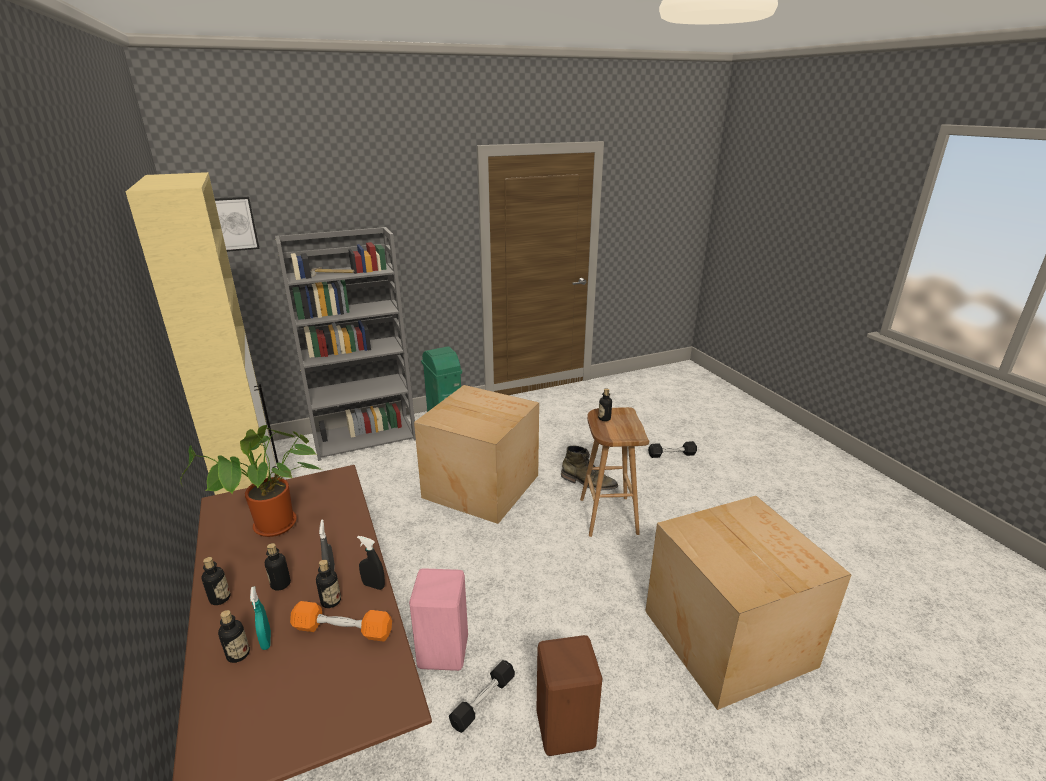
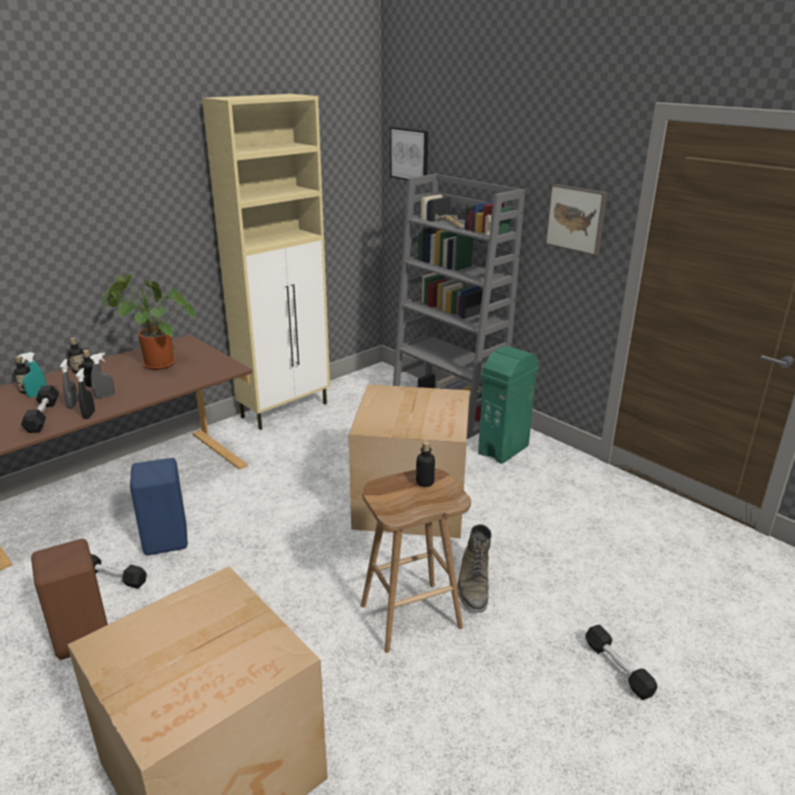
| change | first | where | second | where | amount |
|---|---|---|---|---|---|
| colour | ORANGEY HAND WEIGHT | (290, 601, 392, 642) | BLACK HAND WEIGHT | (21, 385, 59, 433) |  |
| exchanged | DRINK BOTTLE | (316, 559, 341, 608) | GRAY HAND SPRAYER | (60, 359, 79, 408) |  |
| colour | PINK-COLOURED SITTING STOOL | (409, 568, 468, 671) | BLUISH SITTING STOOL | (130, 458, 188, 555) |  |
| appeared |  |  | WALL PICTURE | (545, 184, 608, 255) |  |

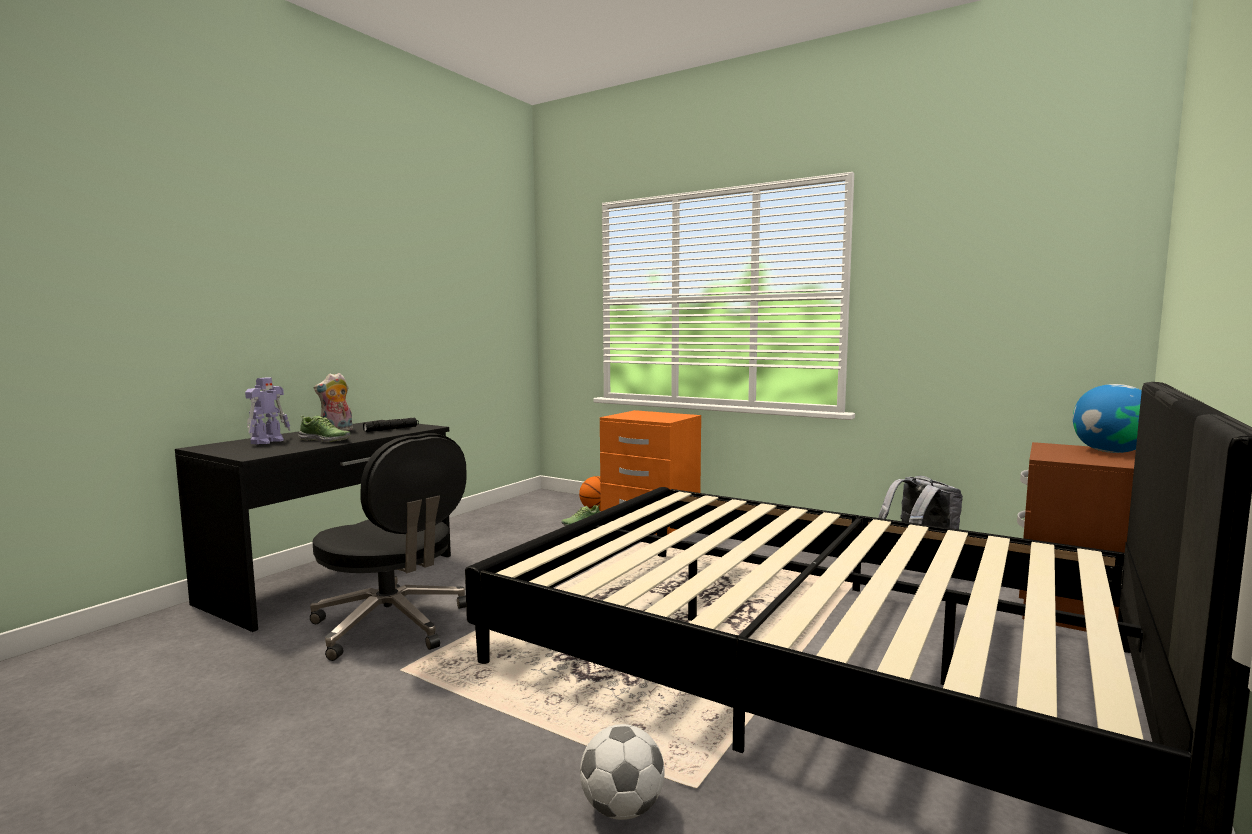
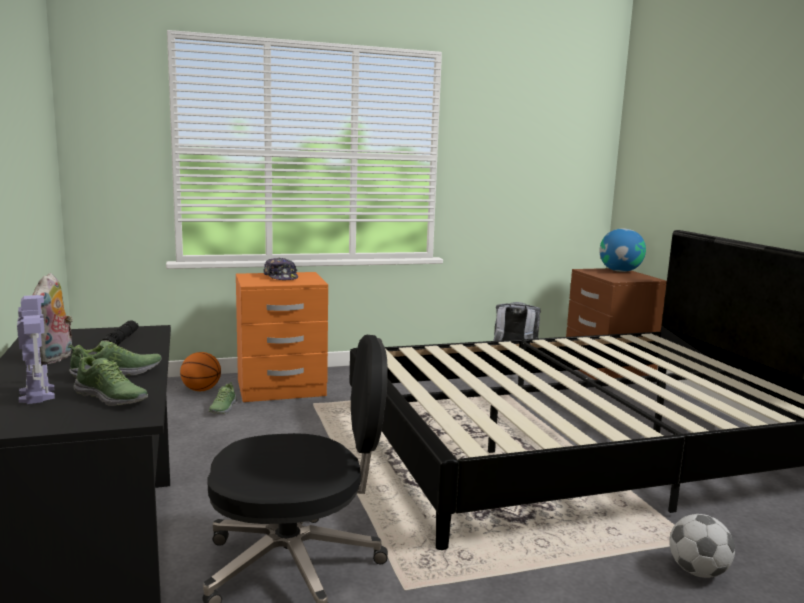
| change | first | where | second | where | amount |
|---|---|---|---|---|---|
| appeared |  |  | ITEM OF FOOTWEAR | (74, 353, 148, 406) |  |
| appeared |  |  | CAP | (263, 258, 298, 280) |  |

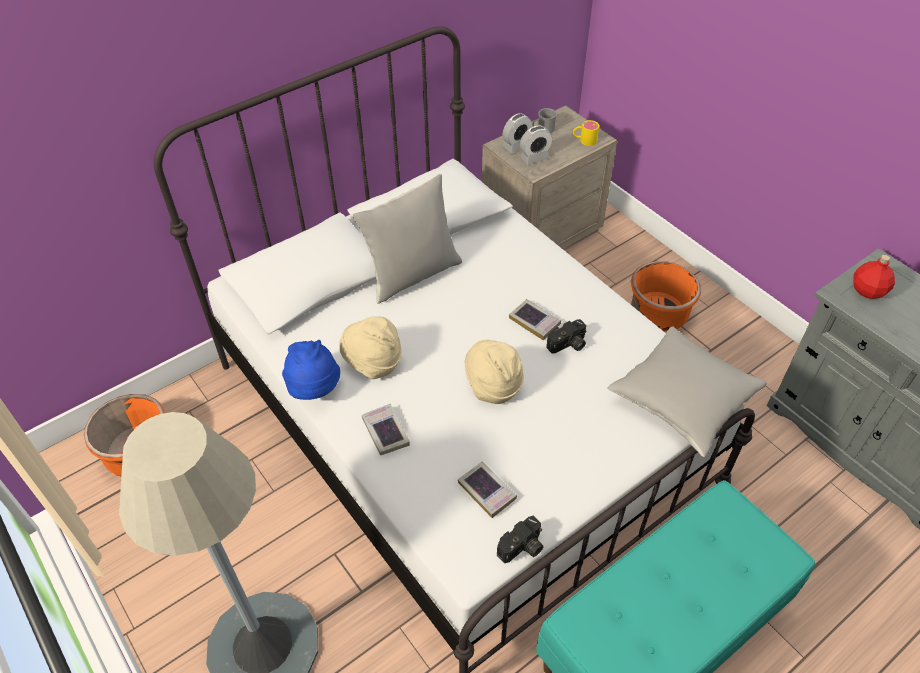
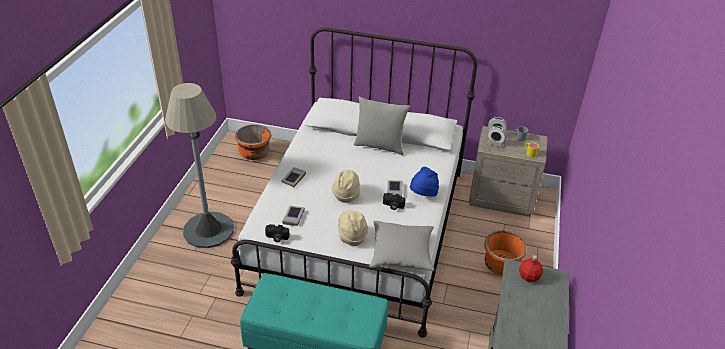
| change | first | where | second | where | amount |
|---|---|---|---|---|---|
| relocated | BEIGE-COLOURED CLOTHING HAT | (339, 316, 402, 379) |  | (338, 211, 368, 246) |  |
| relocated | BLUISH CLOTHING HAT | (282, 340, 340, 400) |  | (410, 167, 439, 197) |  |

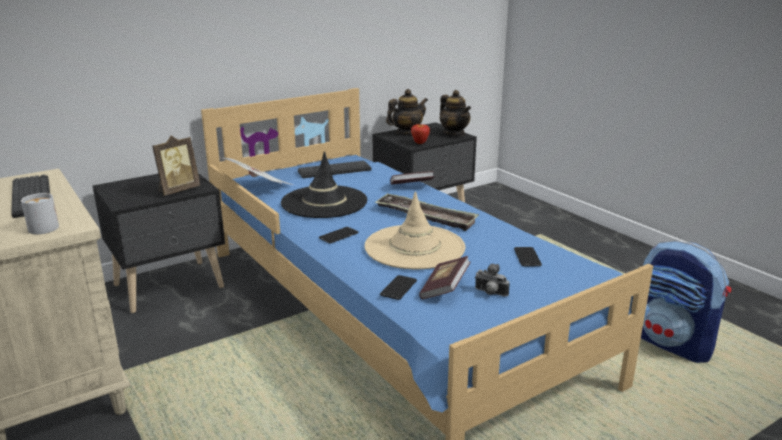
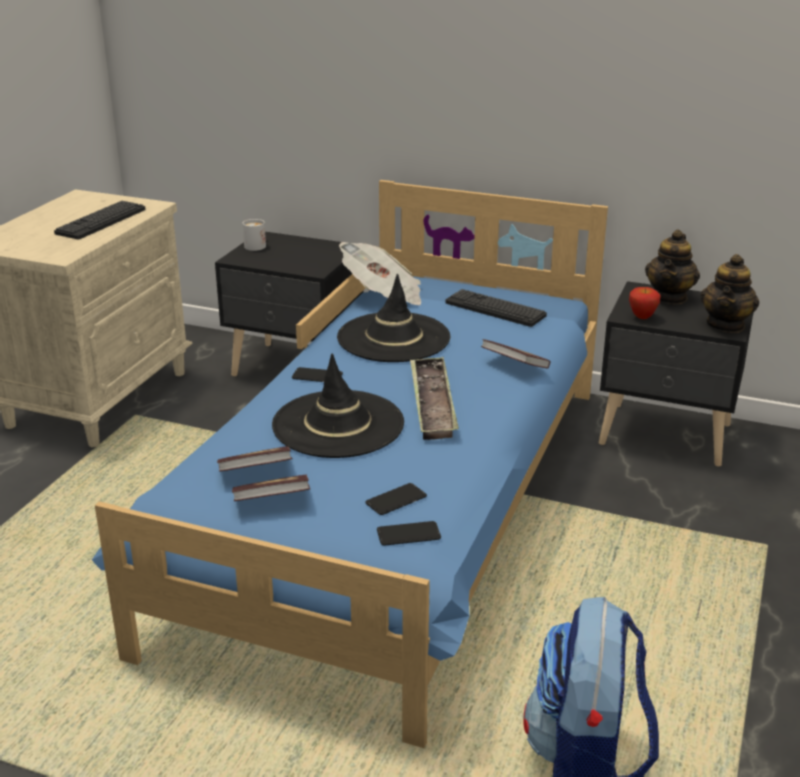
| change | first | where | second | where | amount |
|---|---|---|---|---|---|
| exchanged | PHOTO CAMERA | (475, 264, 510, 297) | BOOK | (232, 475, 310, 501) |  |
| relocated | WHITISH COFFEE MUG | (21, 193, 59, 234) |  | (243, 219, 266, 251) |  |
| colour | BEIGE-COLOURED CLOTHING HAT | (364, 191, 465, 270) | BLACK CLOTHING HAT | (272, 354, 404, 458) |  |
| relocated | PHONE | (380, 275, 417, 300) |  | (377, 521, 441, 546) |  |
| spun | TEAPOT | (386, 89, 428, 135) |  | (645, 229, 700, 304) | 90 degrees clockwise |
| missing | PHOTO FRAME | (152, 136, 200, 196) |  |  |  |

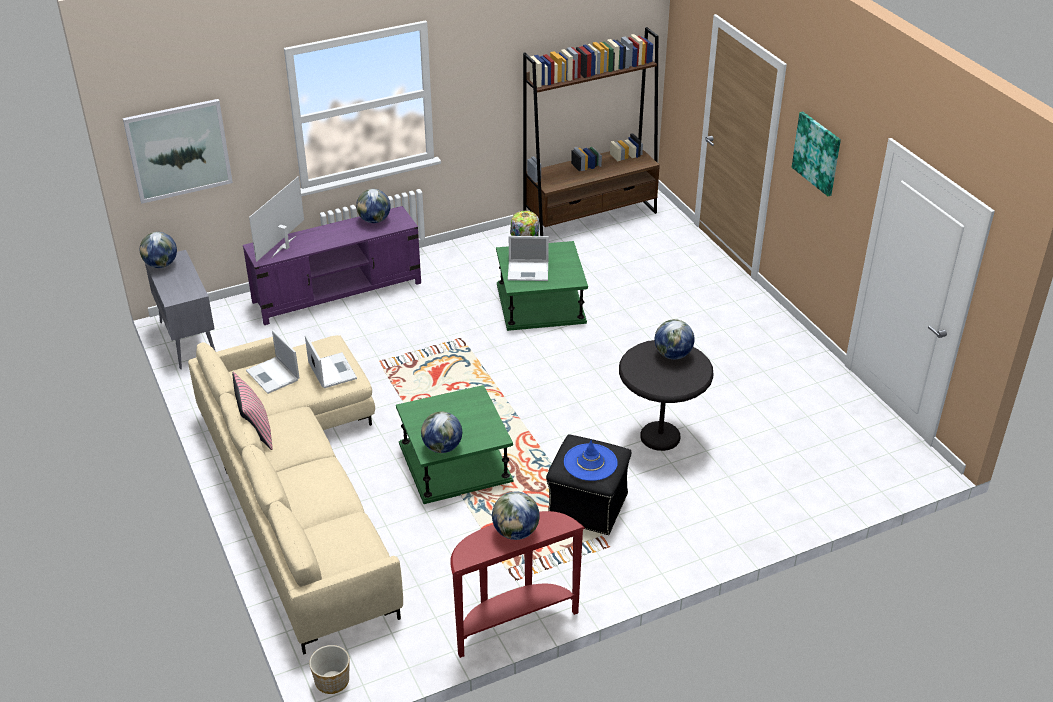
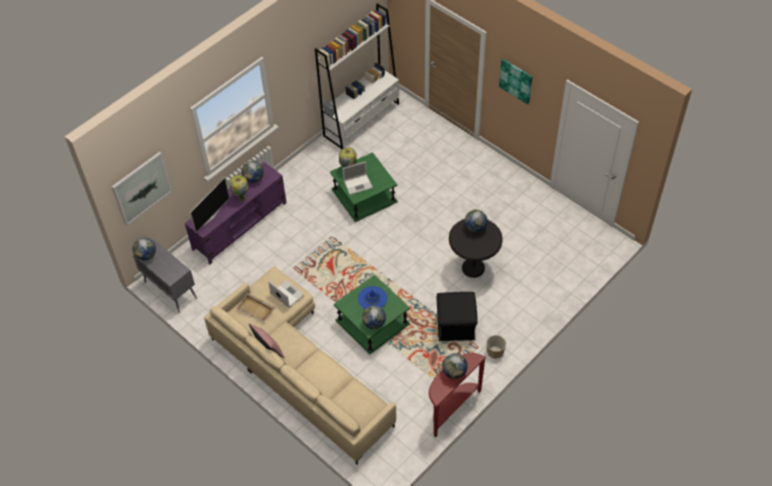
| change | first | where | second | where | amount |
|---|---|---|---|---|---|
| spun | TELEVISION | (249, 176, 304, 262) |  | (190, 177, 230, 233) | 150 degrees counterclockwise |
| appeared |  |  | TABLETOP LAMP | (230, 175, 249, 202) |  |
| exchanged | LAPTOP | (246, 330, 299, 394) | BEIGE-COLOURED CARRYING TRAY | (235, 293, 276, 323) |  |
| colour | BROWN-COLOURED BOOKSHELF | (523, 27, 660, 236) | WHITISH BOOKSHELF | (315, 3, 399, 149) |  |
| relocated | BLUISH CLOTHING HAT | (564, 440, 618, 481) |  | (358, 286, 387, 309) |  |
| relocated | FLOWER POT | (309, 645, 349, 694) |  | (486, 335, 506, 358) |  |

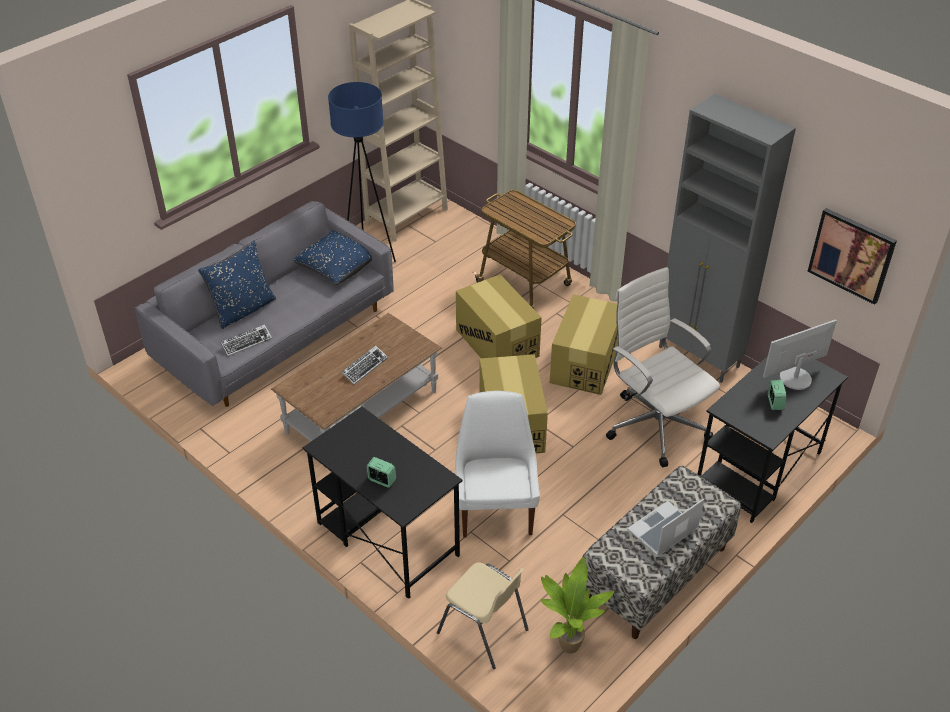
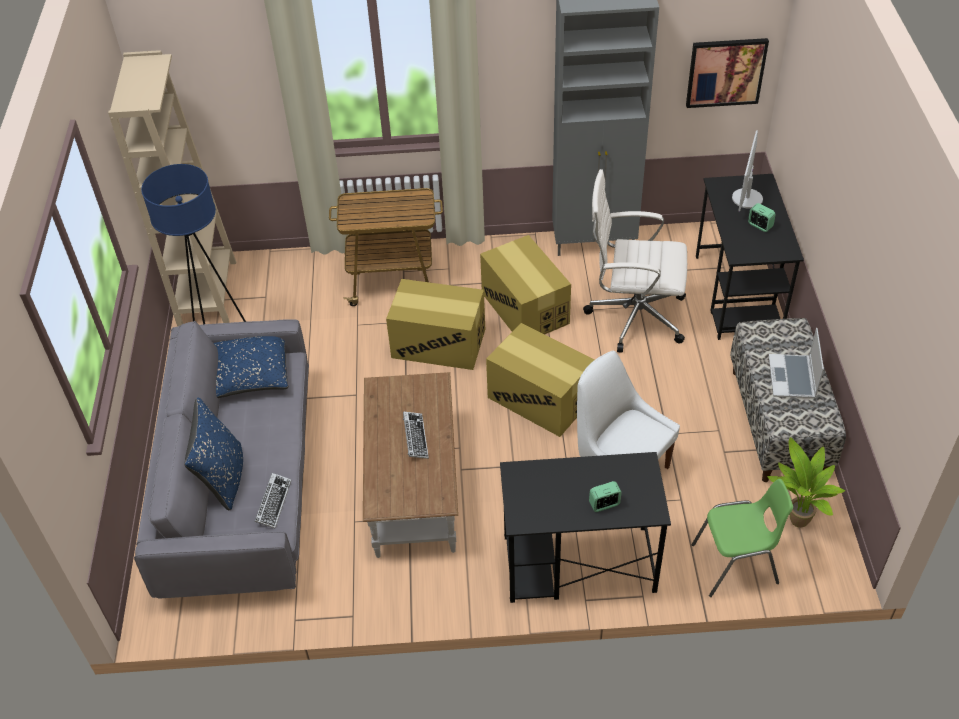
| change | first | where | second | where | amount |
|---|---|---|---|---|---|
| colour | BEIGE-COLOURED CHAIR | (437, 562, 529, 669) | GREEN CHAIR | (692, 479, 793, 597) |  |

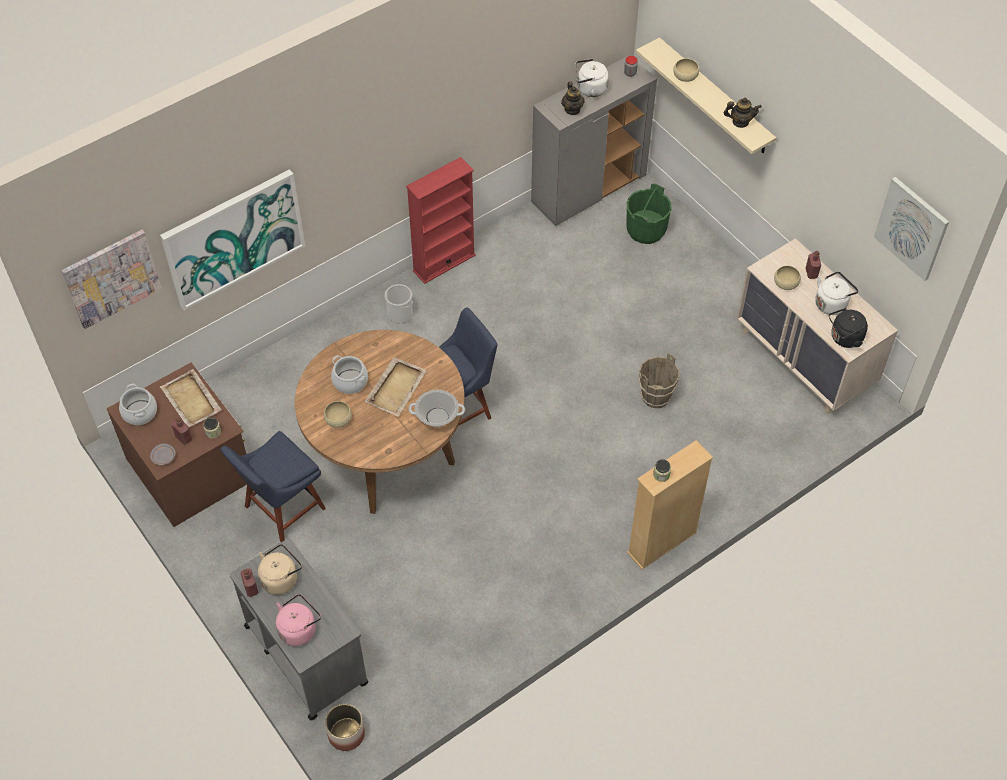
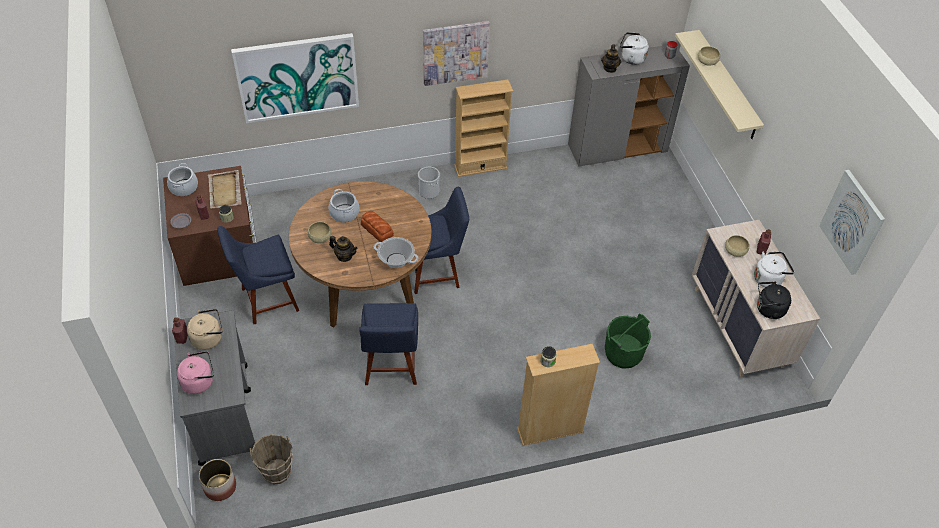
| change | first | where | second | where | amount |
|---|---|---|---|---|---|
| relocated | BROWN-COLOURED PAIL | (639, 353, 680, 408) |  | (250, 434, 293, 484) |  |
| relocated | TEAPOT | (724, 98, 762, 128) |  | (329, 236, 358, 262) |  |
| appeared |  |  | BLUISH CHAIR | (359, 303, 418, 385) |  |
| exchanged | BEIGE-COLOURED CARRYING TRAY | (365, 357, 426, 417) | BAKED BREAD | (361, 211, 394, 242) |  |
| relocated | WALL PICTURE | (62, 230, 162, 329) |  | (423, 21, 490, 86) |  |
| colour | RED BOOKSHELF | (406, 157, 476, 284) | BEIGE-COLOURED BOOKSHELF | (454, 79, 513, 177) |  |
| relocated | GREEN PAIL | (626, 184, 672, 244) |  | (605, 313, 651, 369) |  |

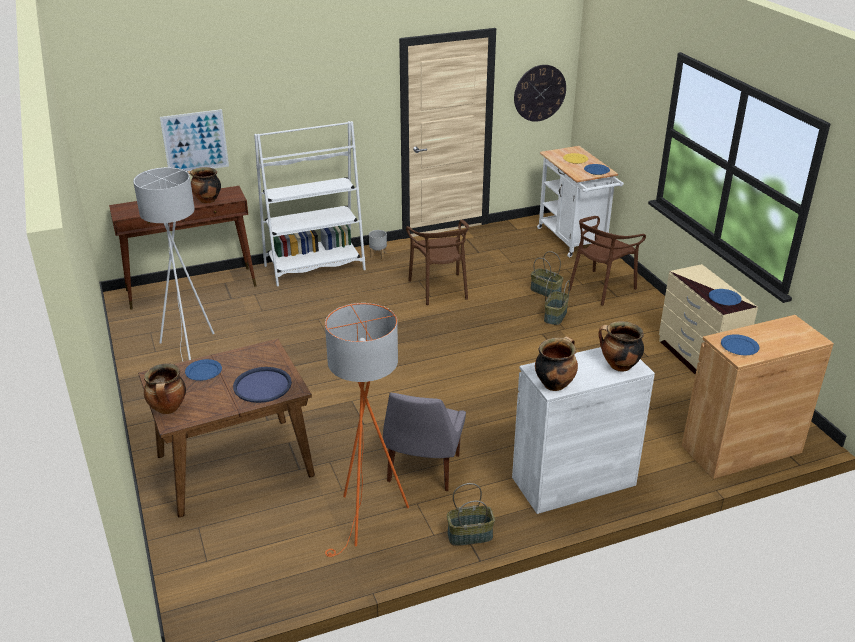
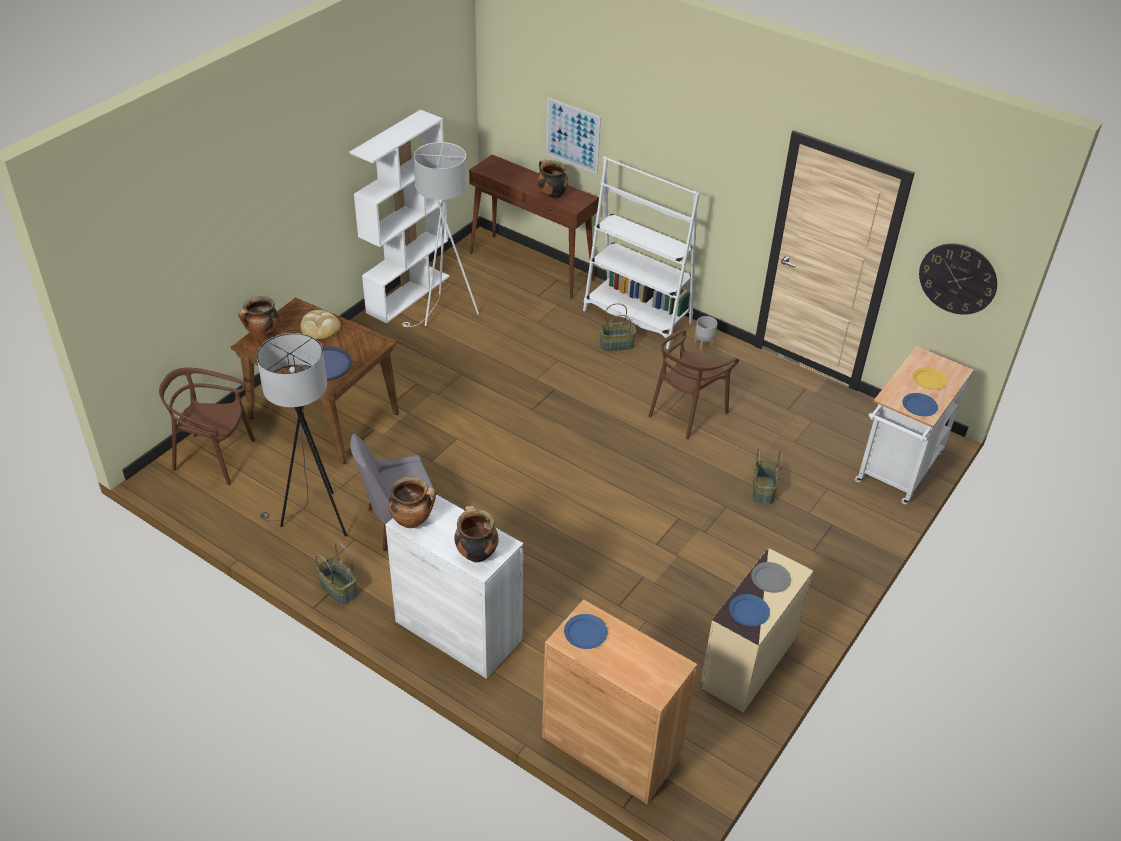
| change | first | where | second | where | amount |
|---|---|---|---|---|---|
| relocated | BROWN-COLOURED CHAIR | (568, 216, 646, 306) |  | (159, 368, 256, 485) |  |
| colour | ORANGEY FLOOR LAMP | (325, 303, 409, 557) | GRAY FLOOR LAMP | (257, 333, 347, 537) |  |
| exchanged | BLUISH PLATE | (185, 359, 222, 381) | BAKED BREAD | (300, 310, 341, 339) |  |
| appeared |  |  | WHITISH BOOKSHELF | (350, 109, 449, 324) |  |
| relocated | HOUSEHOLD BASKET | (544, 277, 570, 325) |  | (600, 303, 636, 351) |  |
| appeared |  |  | GRAY PLATE | (751, 562, 791, 593) |  |

